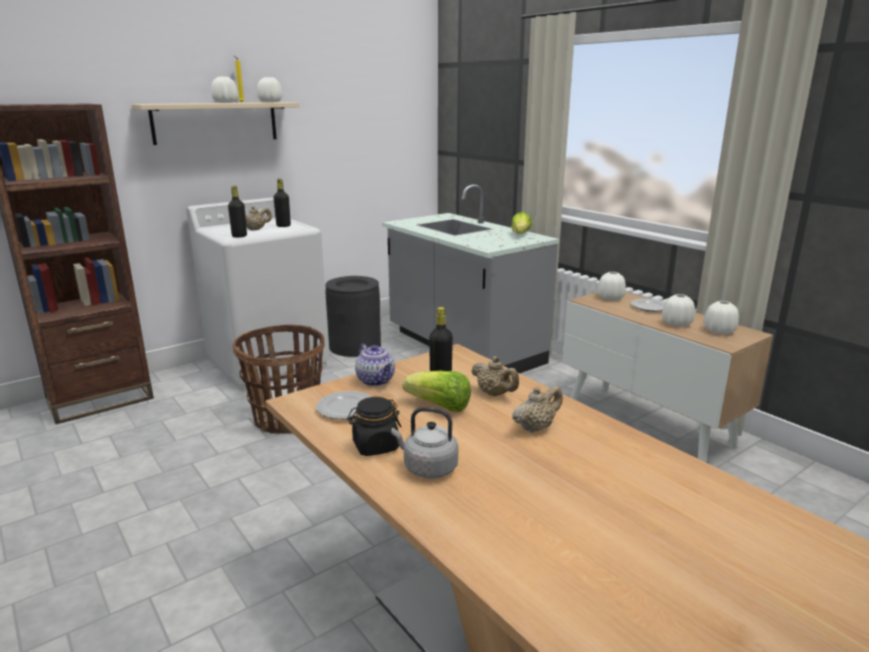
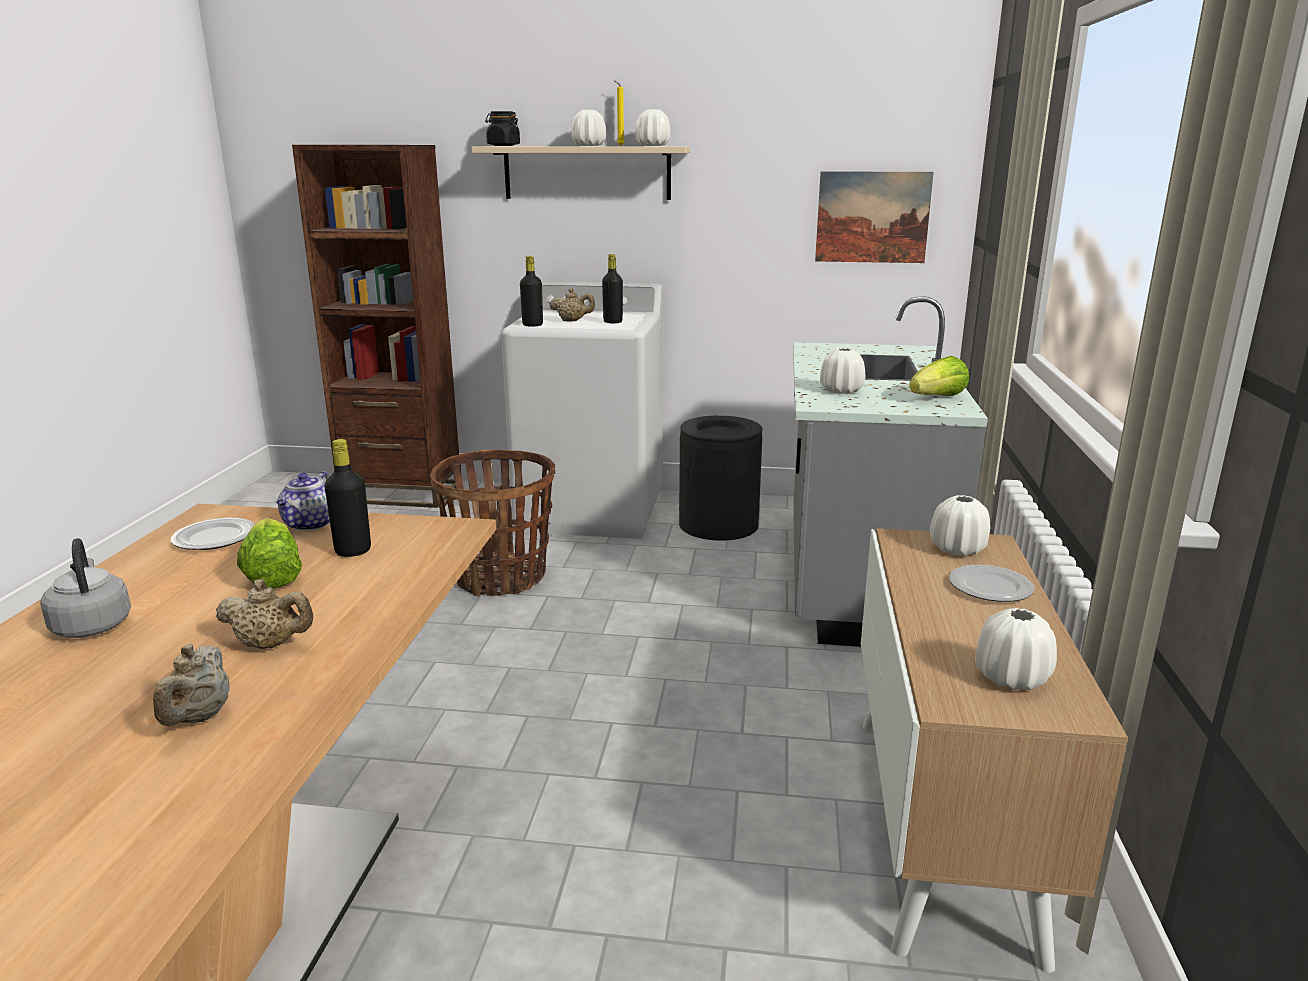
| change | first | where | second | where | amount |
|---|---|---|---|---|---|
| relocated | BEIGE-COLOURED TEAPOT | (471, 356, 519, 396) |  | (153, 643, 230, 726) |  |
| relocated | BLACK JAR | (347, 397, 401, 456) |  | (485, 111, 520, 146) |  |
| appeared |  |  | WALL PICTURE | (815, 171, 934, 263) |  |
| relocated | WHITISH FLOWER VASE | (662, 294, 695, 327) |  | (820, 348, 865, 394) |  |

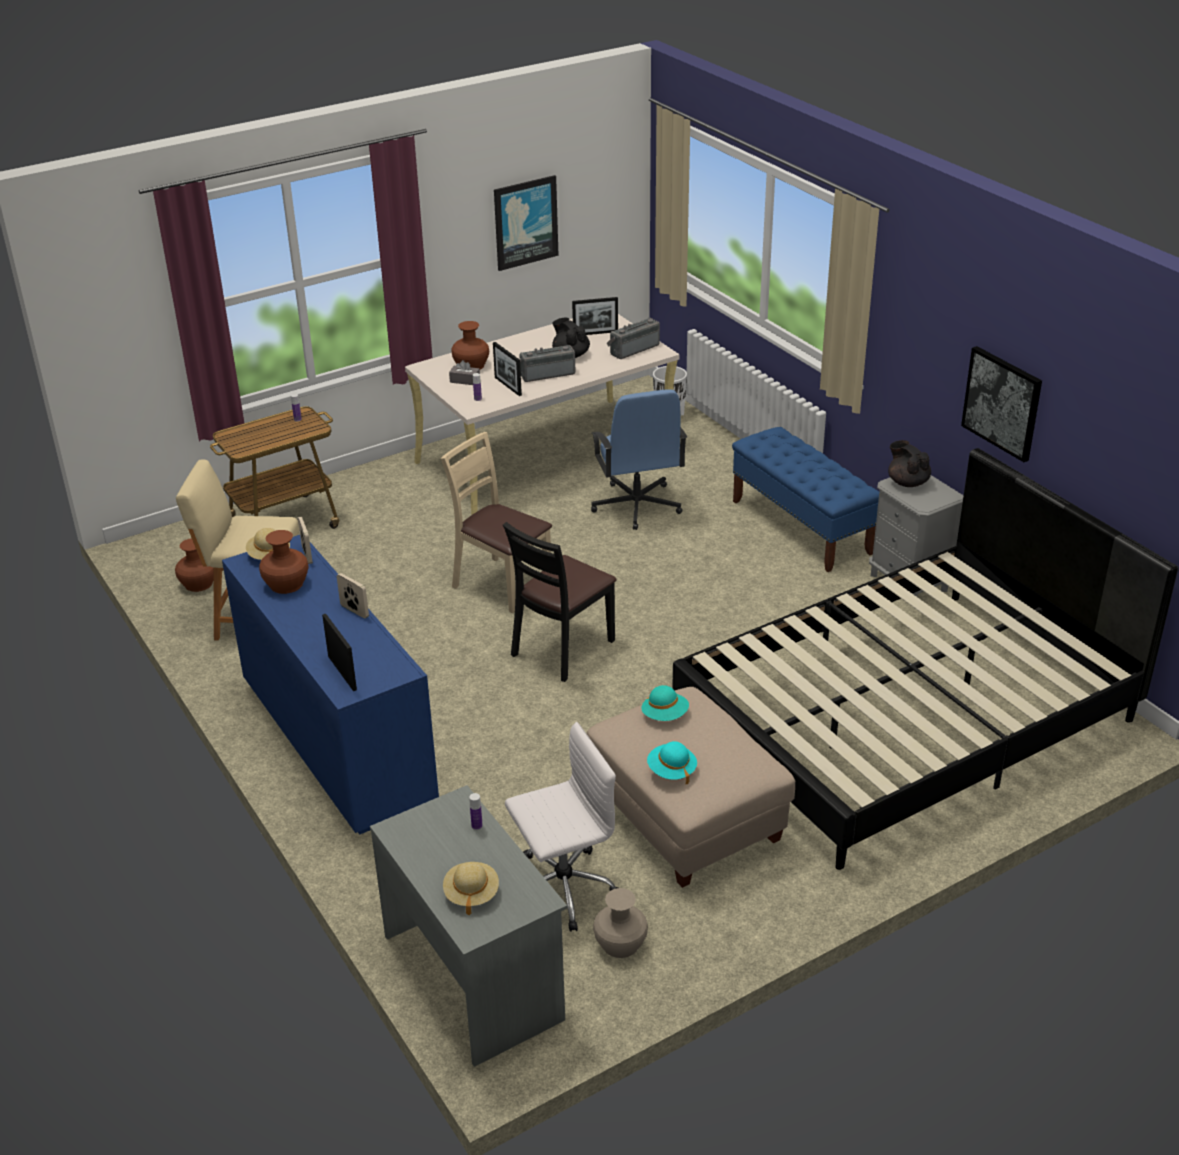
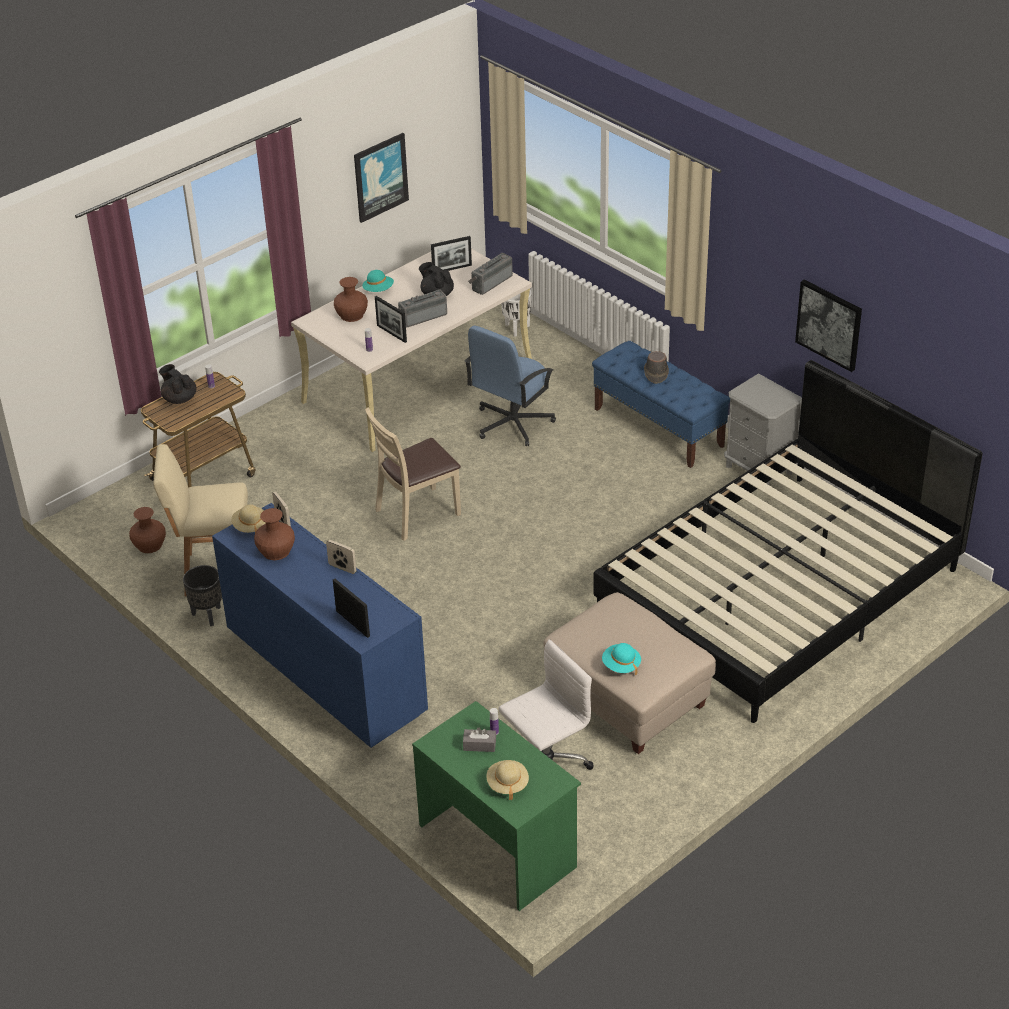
| change | first | where | second | where | amount |
|---|---|---|---|---|---|
| relocated | BLACK TEAPOT | (888, 440, 931, 487) |  | (159, 364, 197, 404) |  |
| appeared |  |  | BLACK FLOWER POT | (183, 565, 222, 626) |  |
| relocated | TURQUOISE-COLOURED CLOTHING HAT | (641, 685, 689, 721) |  | (362, 270, 394, 292) |  |
| spun | BEIGE-COLOURED CHAIR | (441, 432, 552, 613) |  | (365, 407, 461, 541) | 60 degrees counterclockwise |
| colour | GRAY DESK | (370, 785, 567, 1067) | GREEN DESK | (412, 701, 581, 911) |  |
| relocated | GRAY TISSUE HOLDER | (449, 360, 480, 385) |  | (463, 728, 496, 752) |  |
| spun | BLUISH DESK CHAIR | (591, 389, 687, 530) |  | (464, 326, 556, 446) | 60 degrees clockwise |
| appeared |  |  | BROWN-COLOURED CLOTHING HAT | (644, 351, 669, 384) |  |
| missing | BLACK CHAIR | (503, 522, 617, 682) |  |  |  |
| missing | BEIGE-COLOURED FLOWER VASE | (593, 888, 648, 958) |  |  |  |

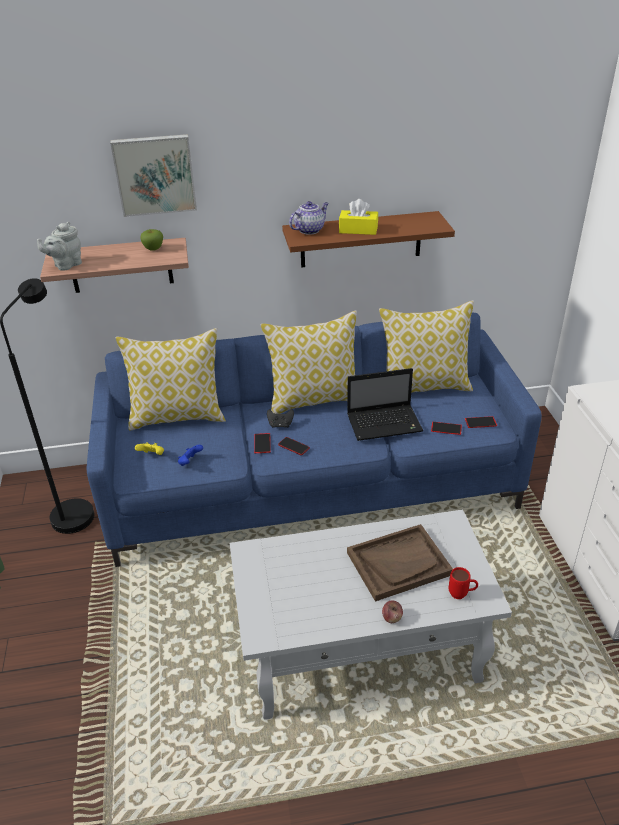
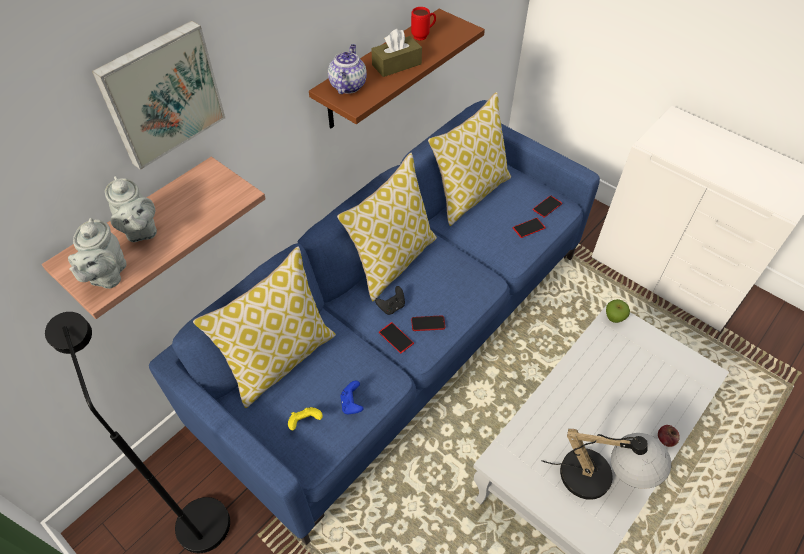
| change | first | where | second | where | amount |
|---|---|---|---|---|---|
| appeared |  |  | GRAY TEAPOT | (105, 176, 157, 242) |  |
| colour | YELLOWISH TISSUE HOLDER | (339, 199, 378, 235) | BROWN-COLOURED TISSUE HOLDER | (371, 29, 422, 77) |  |
| relocated | RED COFFEE MUG | (449, 567, 478, 599) |  | (411, 7, 436, 41) |  |
| appeared |  |  | TABLETOP LAMP | (542, 429, 671, 500) |  |
| relocated | APPLE | (140, 229, 163, 251) |  | (606, 299, 630, 323) |  |
| missing | LAPTOP | (347, 368, 423, 441) |  |  |  |
| missing | BROWN-COLOURED CARRYING TRAY | (347, 524, 453, 602) |  |  |  |

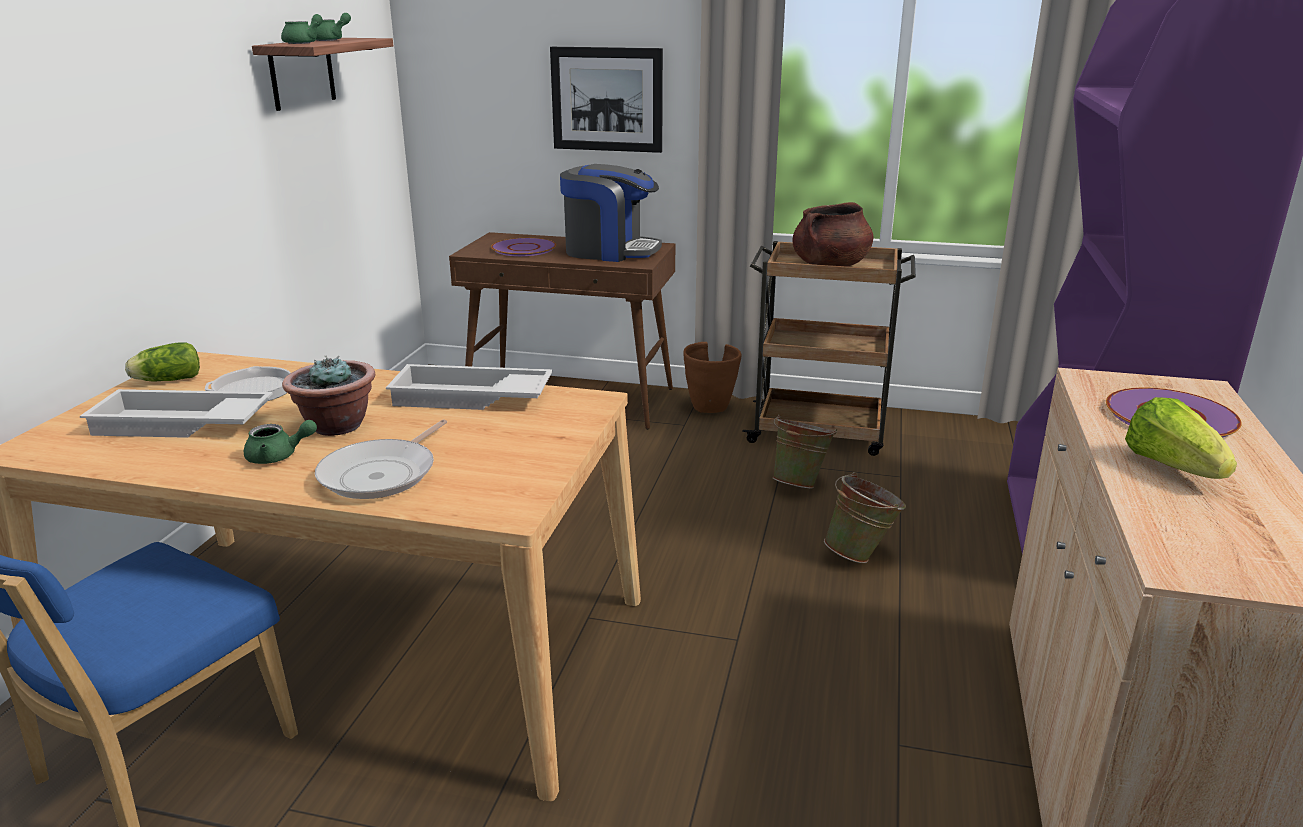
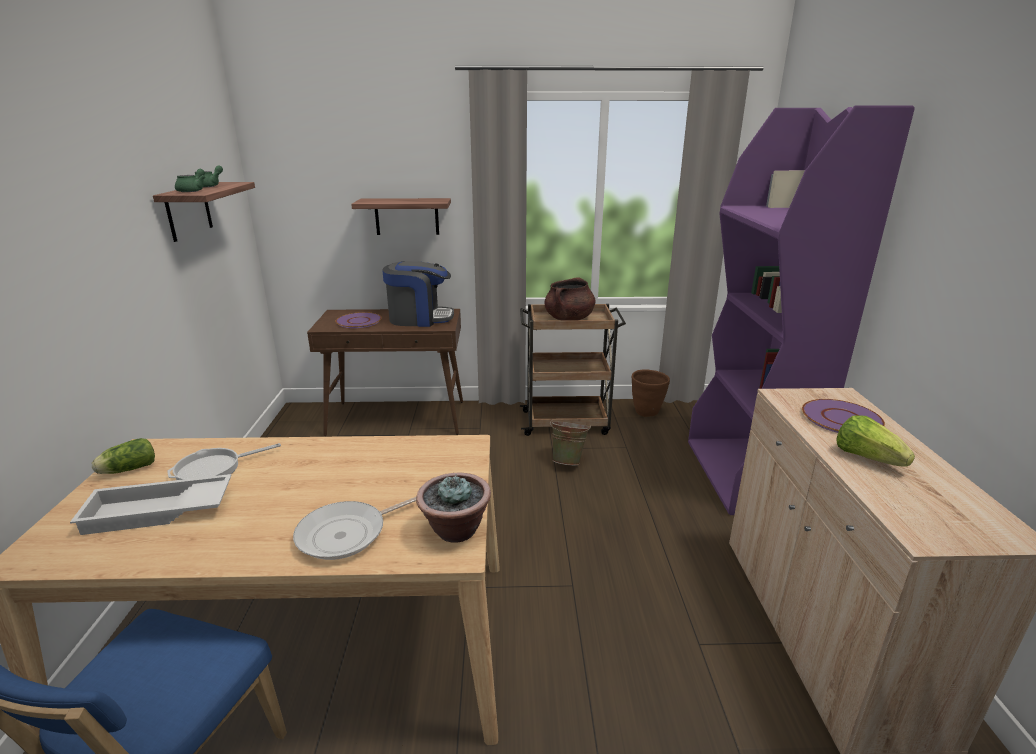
| change | first | where | second | where | amount |
|---|---|---|---|---|---|
| spun | PAN | (315, 419, 447, 499) |  | (293, 496, 417, 560) | 45 degrees clockwise |
| exchanged | WALL PICTURE | (550, 47, 663, 153) | BRACKET SHELF | (351, 198, 451, 235) |  |
| relocated | POTTED PLANT | (282, 356, 375, 436) |  | (416, 473, 491, 543) |  |
| relocated | BROWN-COLOURED FLOWER POT | (683, 342, 741, 413) |  | (632, 369, 670, 417) |  |
| missing | GREEN TEAPOT | (244, 420, 317, 464) |  |  |  |
| missing | WHITISH CARRYING TRAY | (386, 364, 553, 410) |  |  |  |
| missing | GREEN PAIL | (824, 472, 906, 563) |  |  |  |

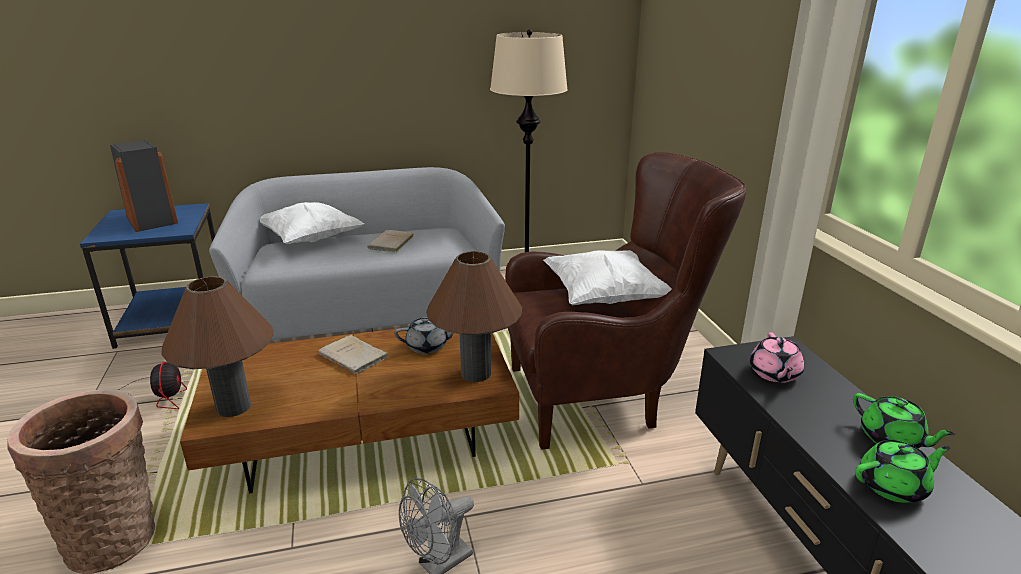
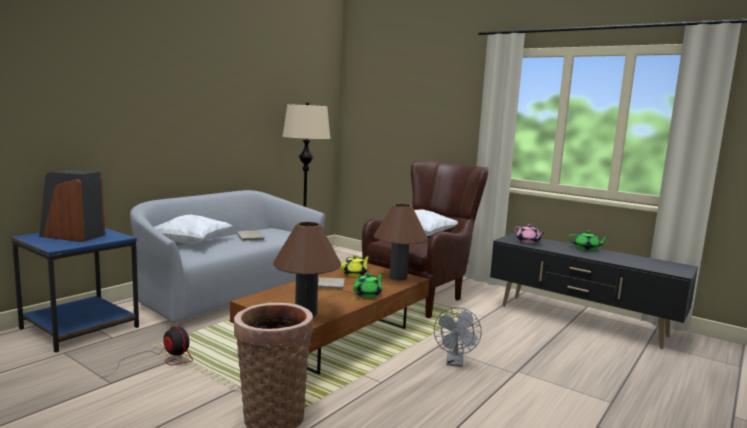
| change | first | where | second | where | amount |
|---|---|---|---|---|---|
| colour | GRAY TEAPOT | (394, 317, 453, 354) | YELLOWISH TEAPOT | (341, 255, 370, 277) |  |
| relocated | GREEN TEAPOT | (855, 440, 951, 503) |  | (353, 273, 383, 298) |  |

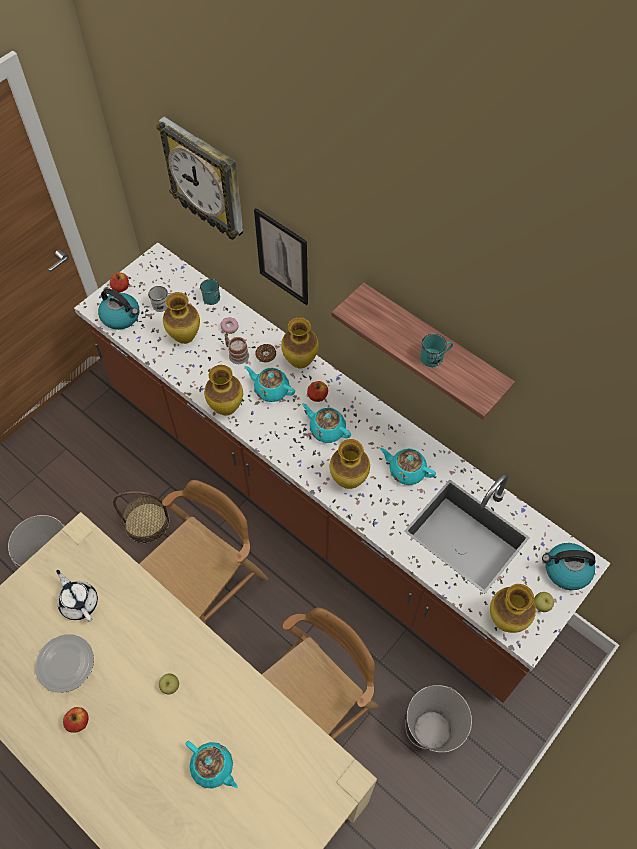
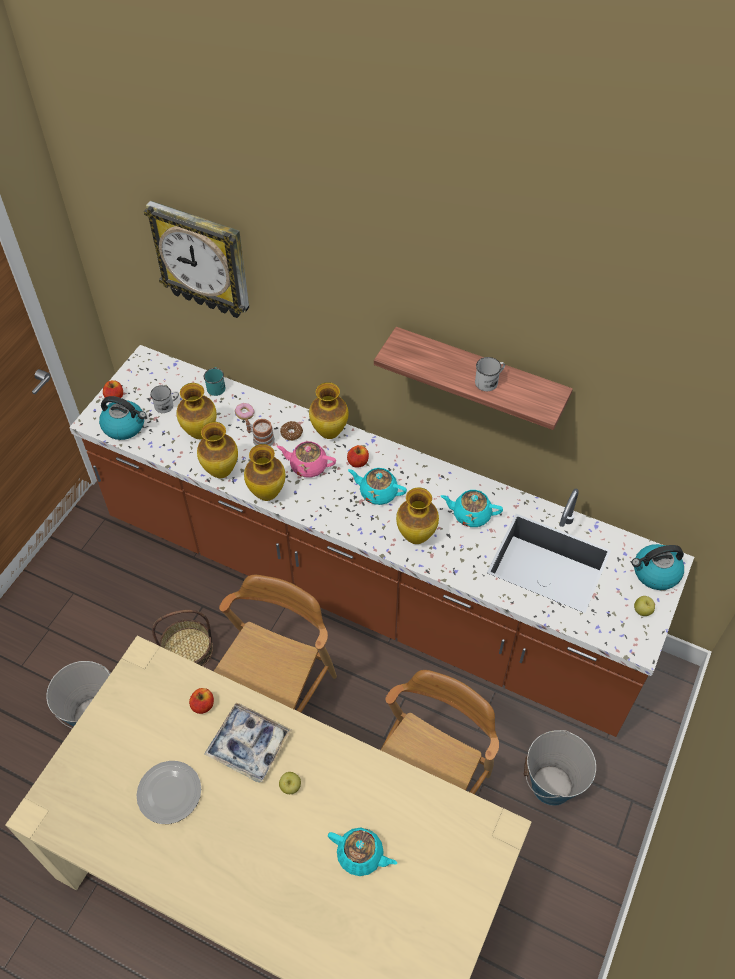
| change | first | where | second | where | amount |
|---|---|---|---|---|---|
| relocated | APPLE | (63, 707, 88, 733) |  | (189, 688, 214, 714) |  |
| relocated | FLOWER VASE | (490, 584, 536, 633) |  | (197, 422, 238, 478) |  |
| appeared |  |  | CARRYING TRAY | (204, 702, 292, 782) |  |
| colour | TURQUOISE-COLOURED TEAPOT | (244, 366, 295, 402) | PINK-COLOURED TEAPOT | (277, 441, 336, 477) |  |
| colour | TURQUOISE-COLOURED COFFEE MUG | (420, 334, 453, 367) | WHITISH COFFEE MUG | (475, 357, 505, 391) |  |
| missing | WHITISH TEAPOT | (56, 570, 98, 622) |  |  |  |
| missing | WALL PICTURE | (254, 208, 308, 305) |  |  |  |

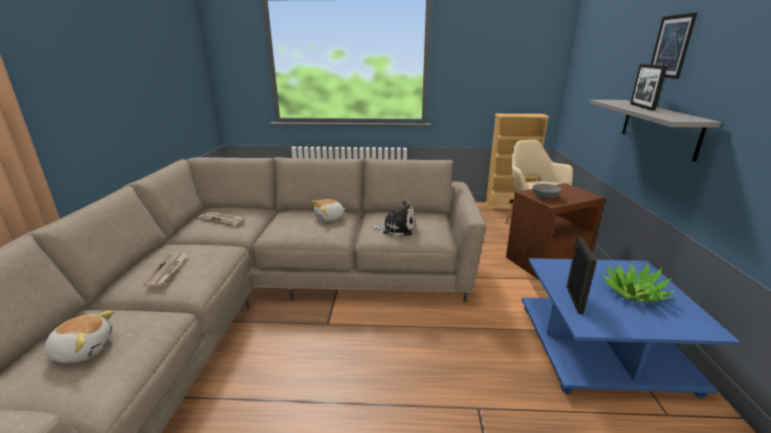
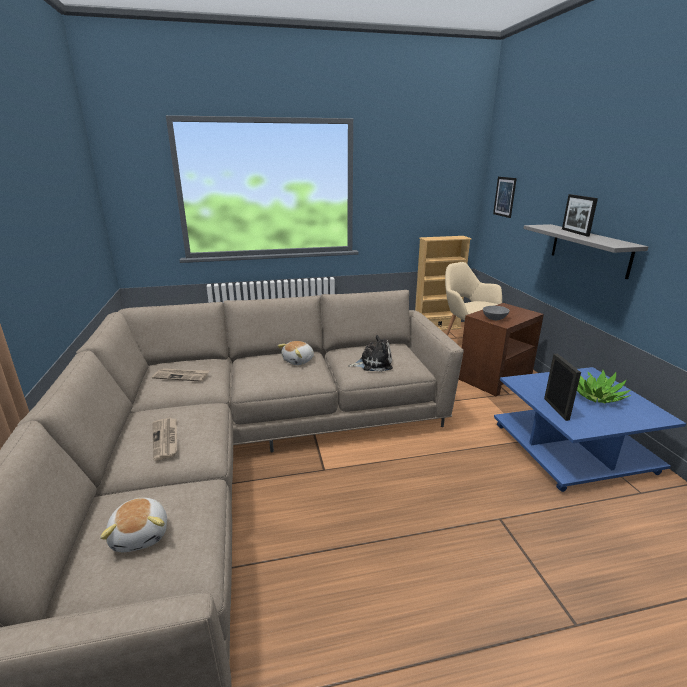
| change | first | where | second | where | amount |
|---|---|---|---|---|---|
| spun | SOFT TOY | (45, 310, 114, 363) |  | (100, 498, 167, 552) | 90 degrees clockwise |
| relocated | WALL PICTURE | (651, 13, 697, 79) |  | (493, 177, 517, 218) |  |

